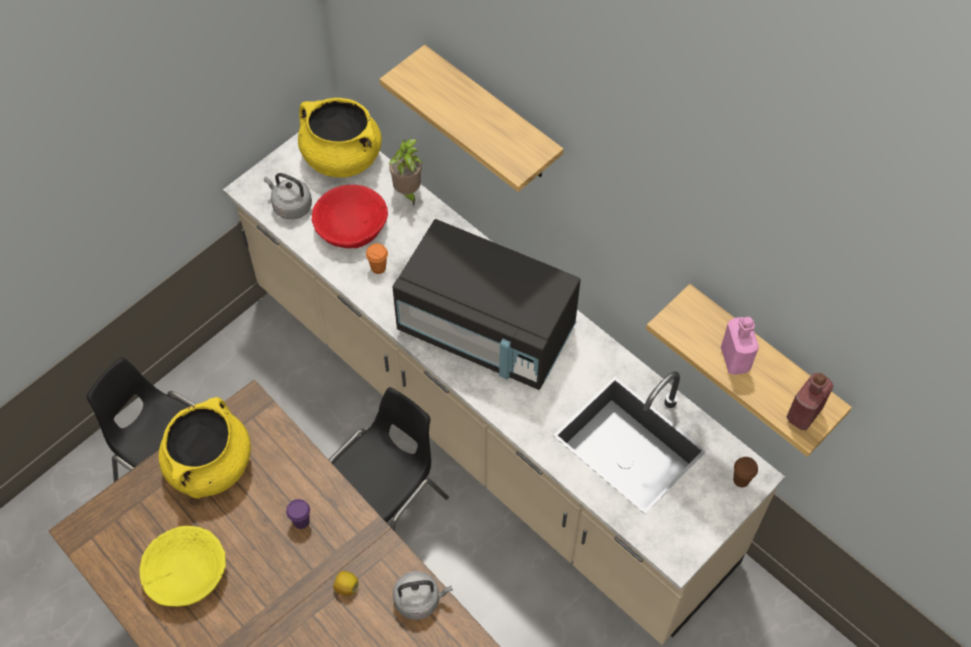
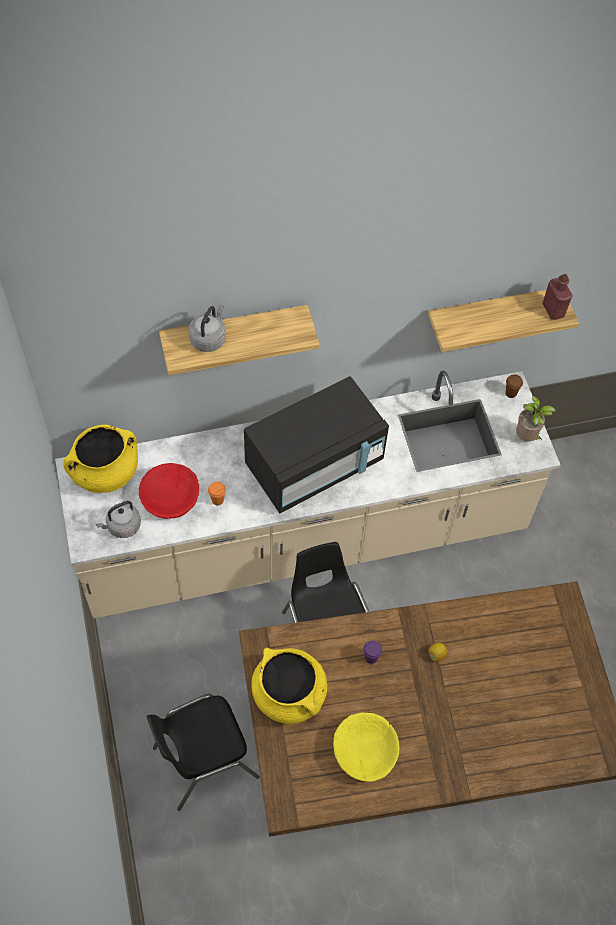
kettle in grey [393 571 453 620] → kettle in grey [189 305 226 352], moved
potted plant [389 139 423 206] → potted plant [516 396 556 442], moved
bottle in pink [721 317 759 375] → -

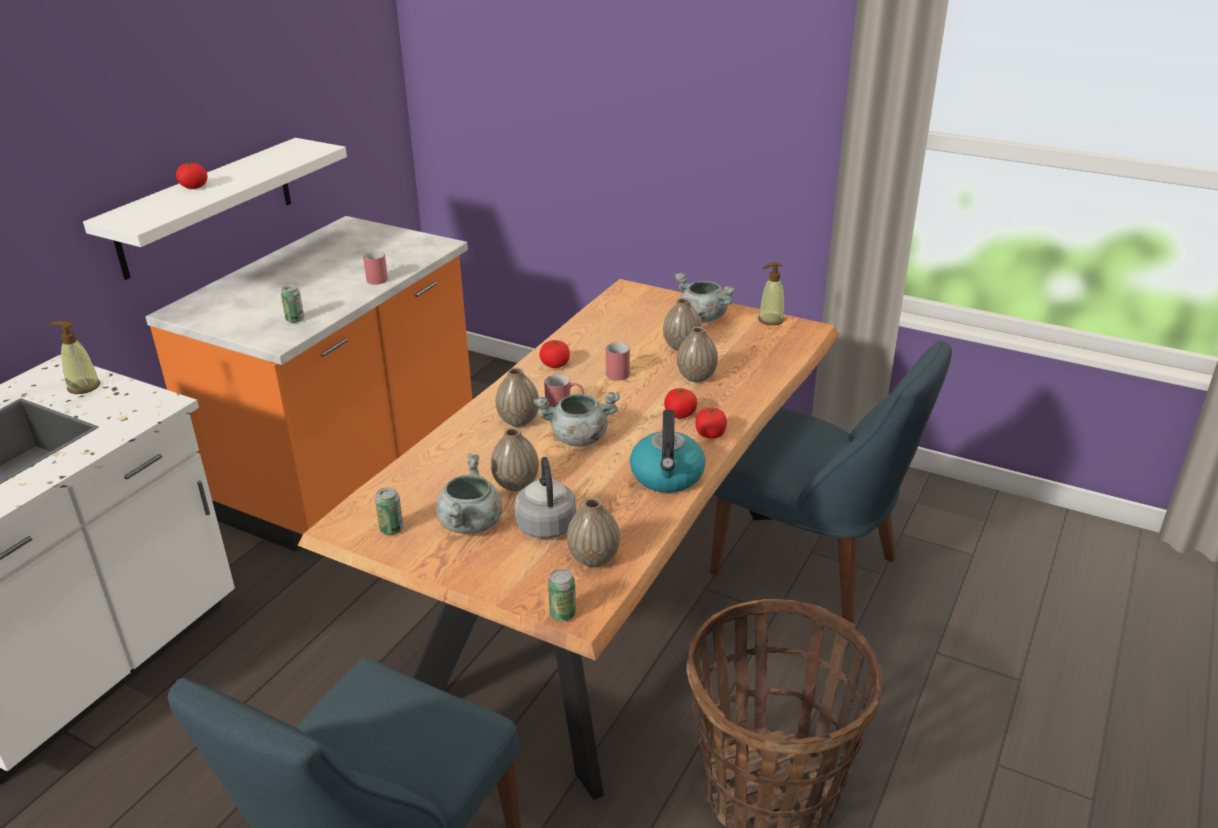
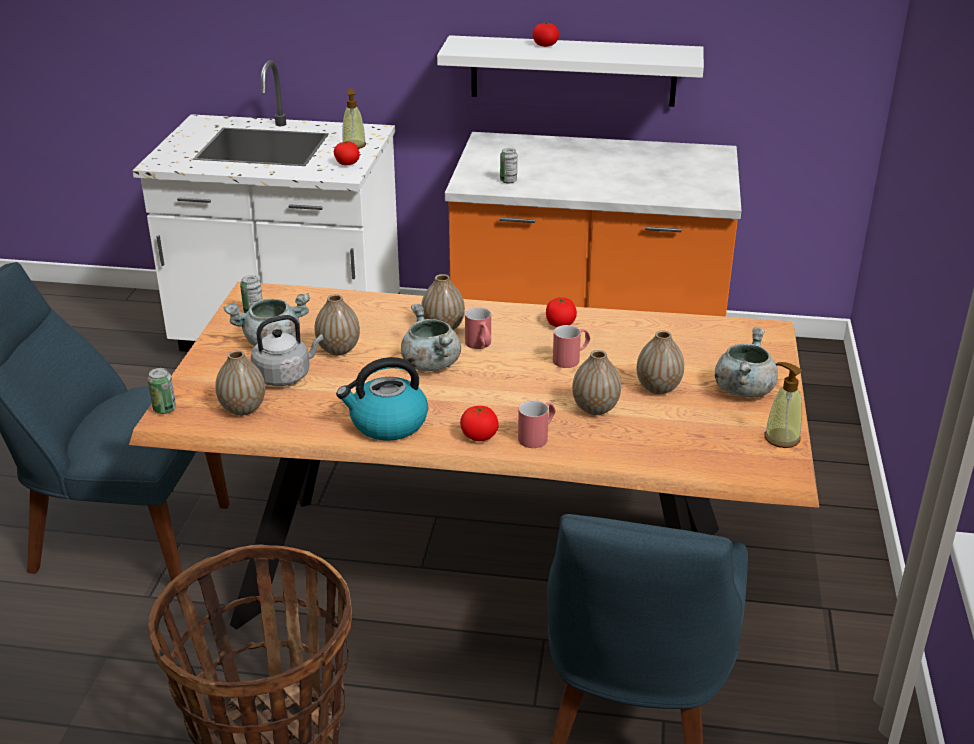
tomato [664 388 697 419] → tomato [334 141 359 165], moved
mug in red [363 251 388 285] → mug in red [518 400 556 448], moved

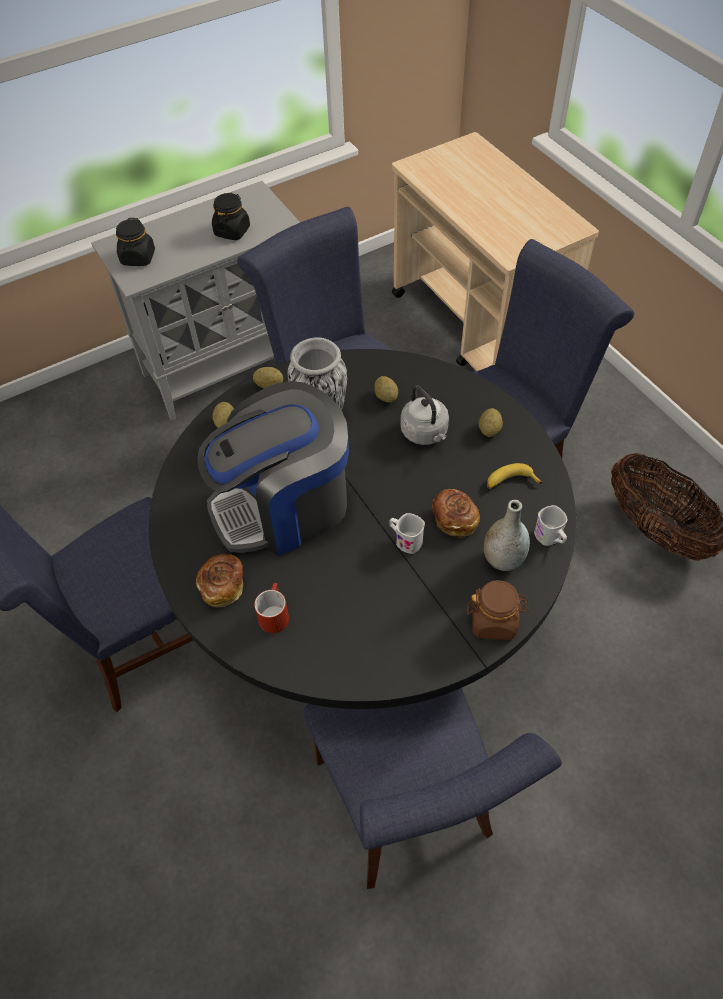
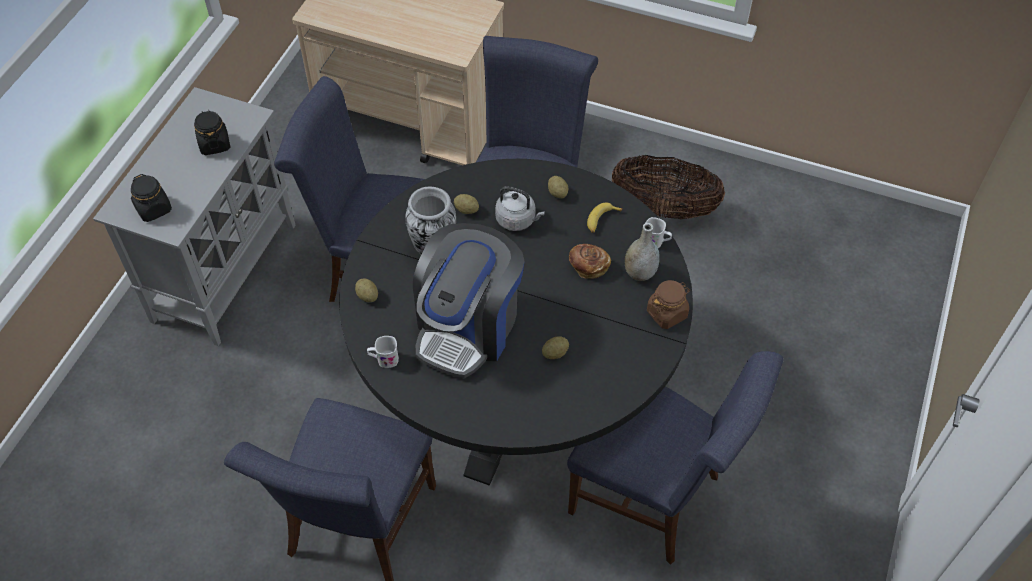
mug in white [389 513 425 554] → mug in white [367 336 399 368], moved
potato [253 367 283 388] → potato [542 336 569 359], moved
bread [196 554 243 607] → -
mug in red [254 583 289 633] → -

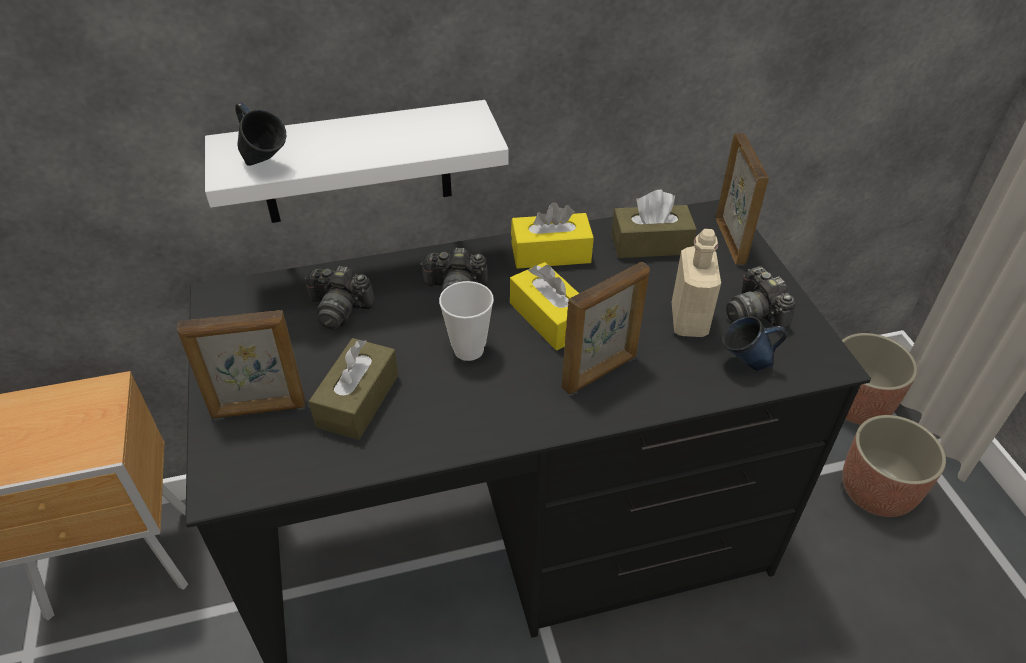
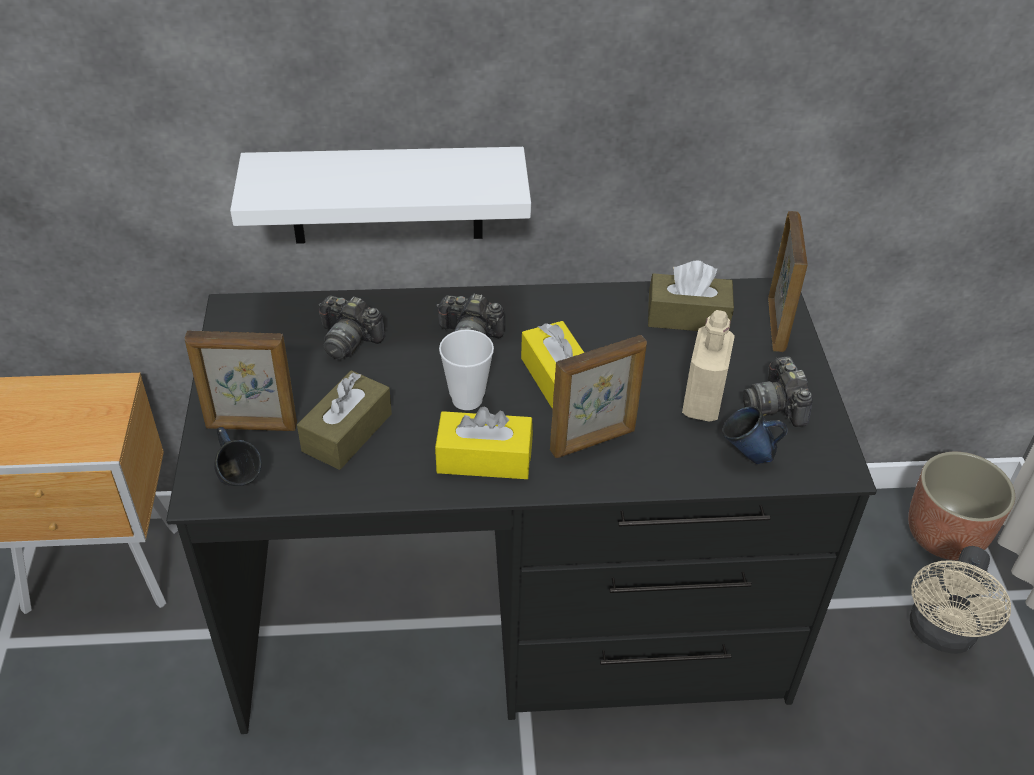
mug in blue [235 103 286 166] → mug in blue [214 427 262 486], moved
tissue box in yellow [511 202 594 269] → tissue box in yellow [435 407 533 479], moved
planter [842 415 946 517] → fan in beige [910 546 1011 654]

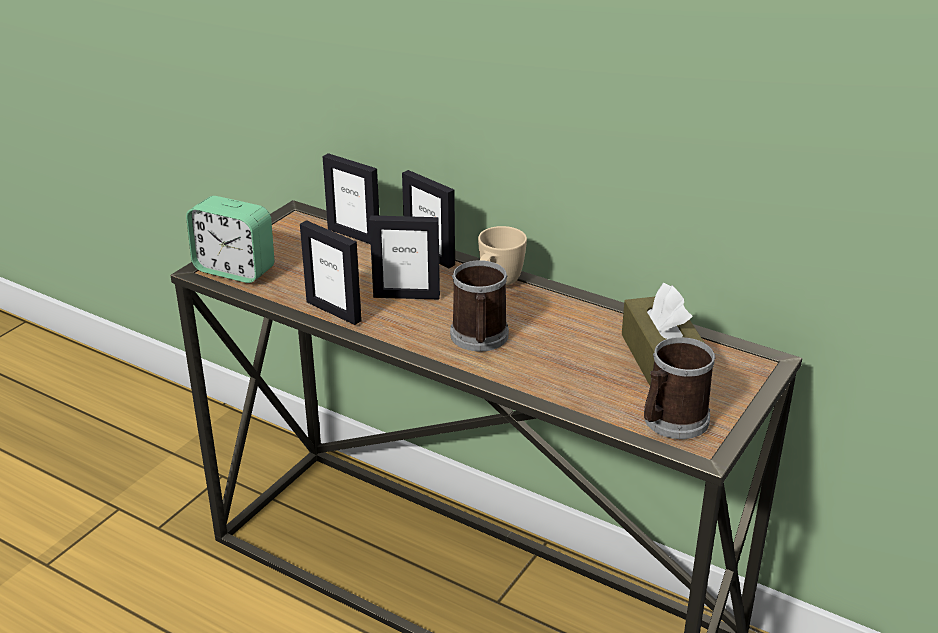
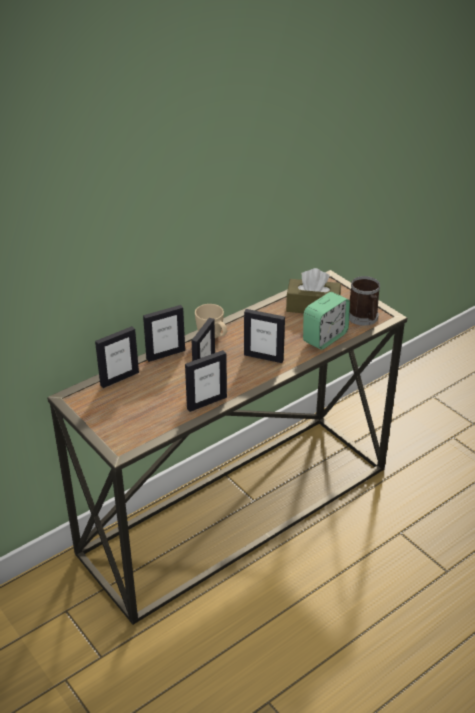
mug [450 260 509 352] → picture frame [244 309 285 363]
alarm clock [186 196 275 283] → alarm clock [303 292 350 350], moved

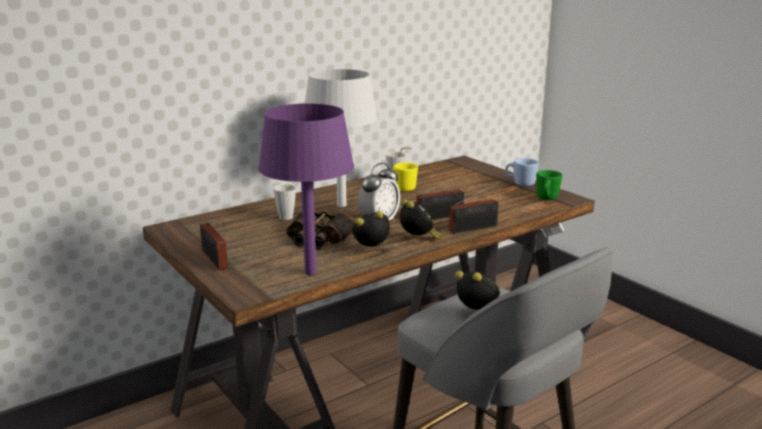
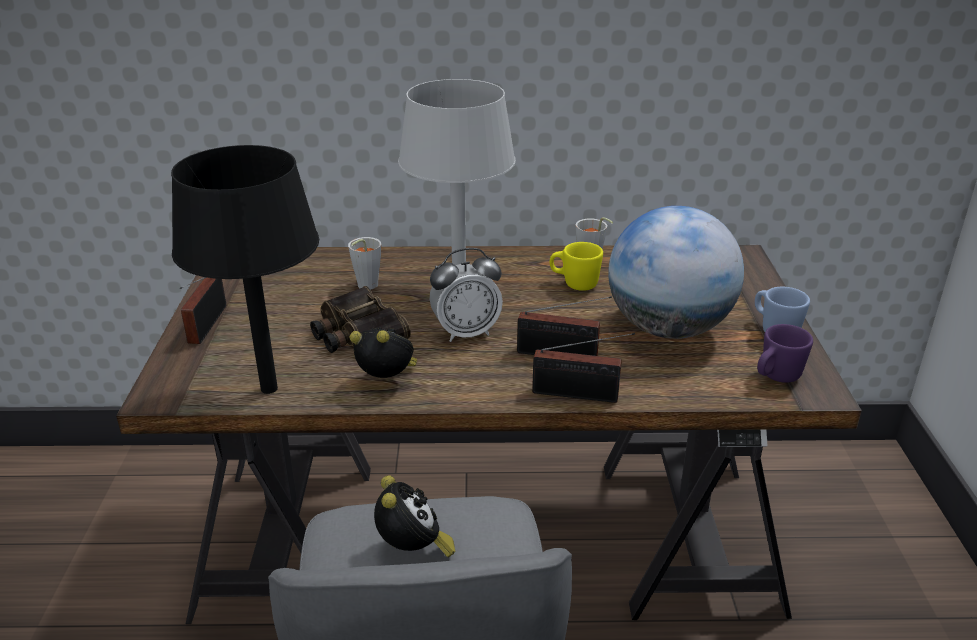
table lamp in purple [258 103 354 275] → table lamp in black [171 145 319 394]
- → globe [608 206 744 339]
mug in green [536 170 562 200] → mug in purple [757 324 813 383]
alarm clock [400 199 442 239] → -

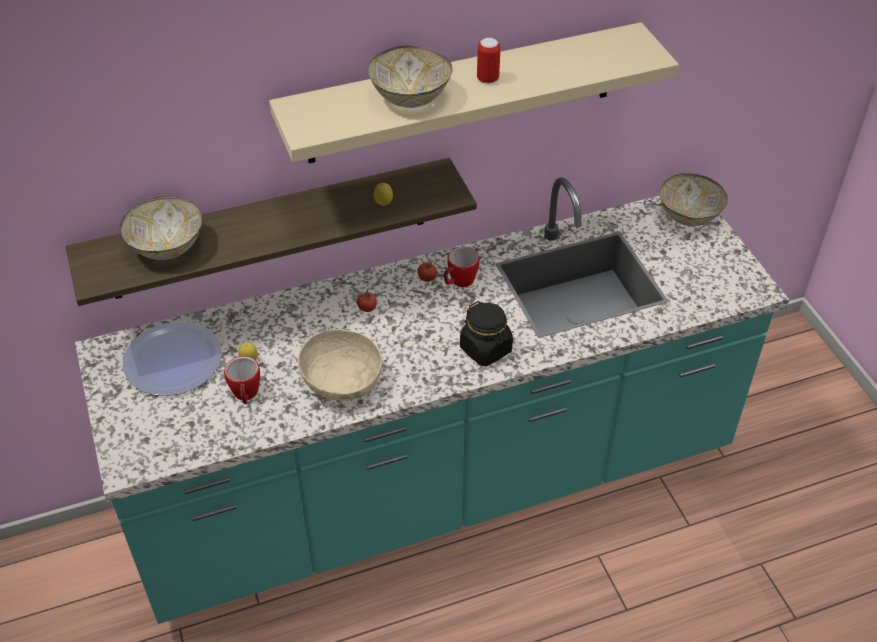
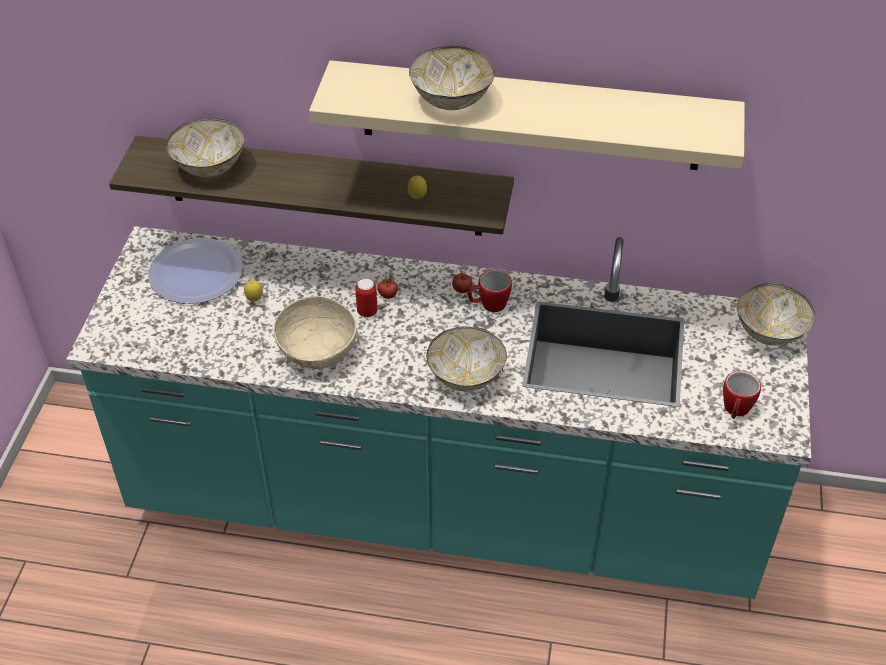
can [477 38 501 84] → can [355 278 378 318], moved
jar in black [460 301 513 366] → bowl [426 326 507 391]
mug [224 356 260 404] → mug [723 371 761 419], moved

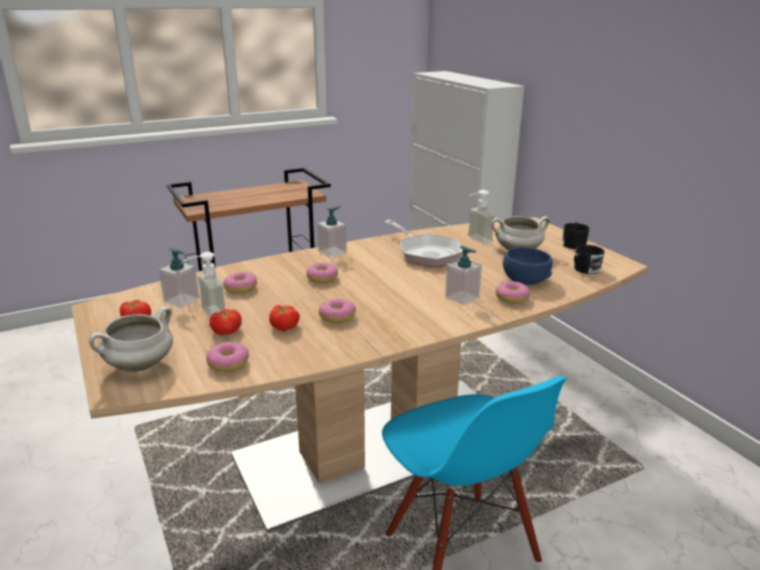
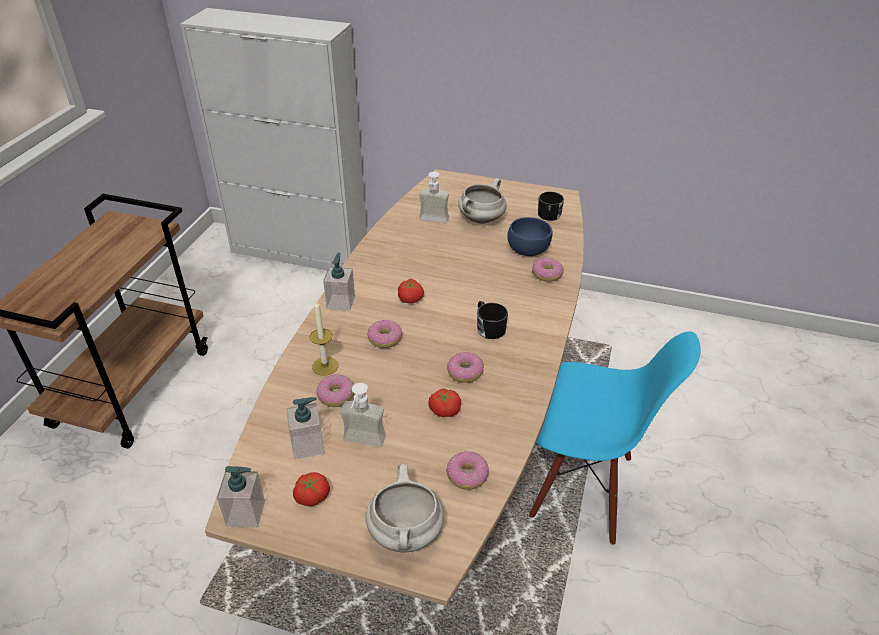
soap dispenser [445 246 482 305] → soap dispenser [217 466 265 527], moved
- → candle [310 301 338 376]
tomato [209 309 242 335] → tomato [398 279 424 304], moved
mug in black [562 222 590 249] → mug in black [477 301 508 339], moved
frying pan [385 220 463 267] → -

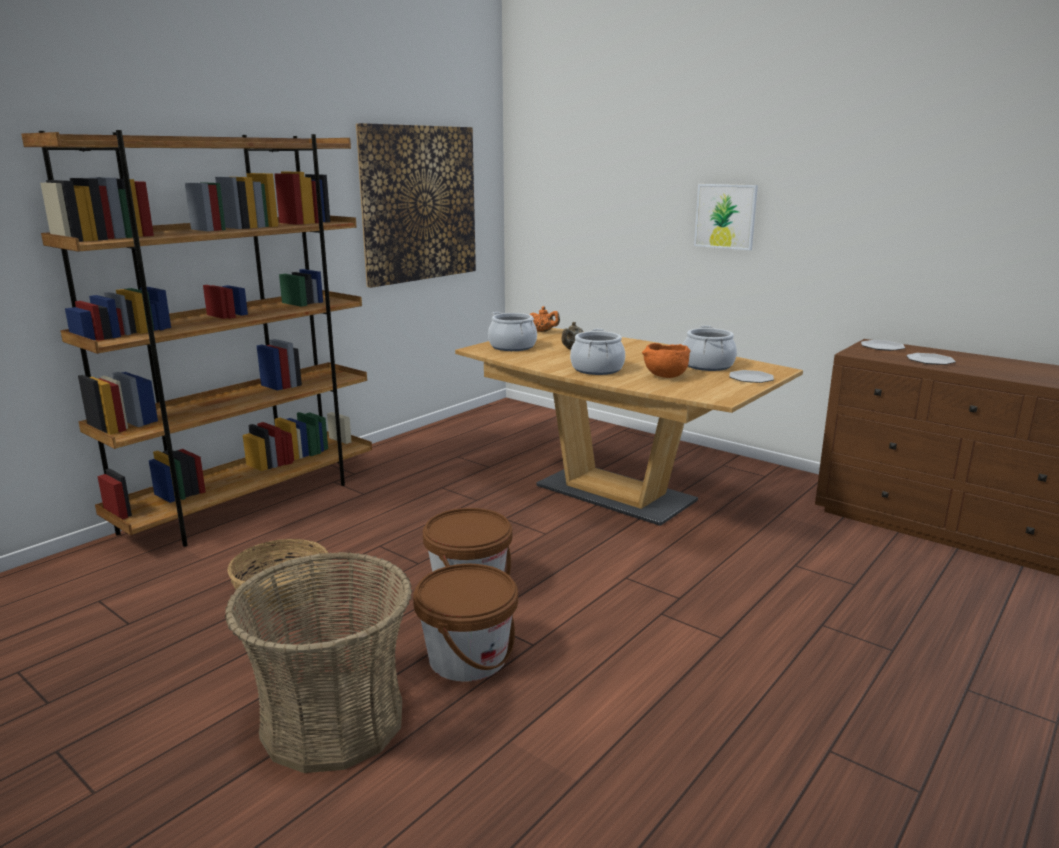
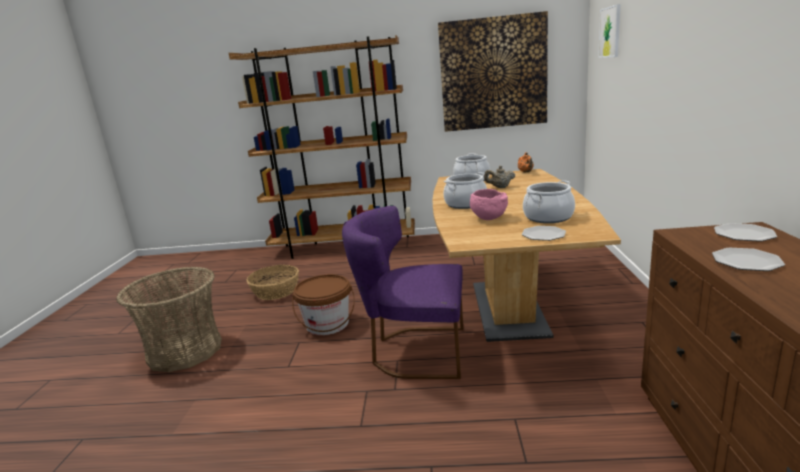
- → chair in purple [342 206 464 379]
bowl in orange [642 343 691 378] → bowl in pink [470 189 508 220]
picture [694 184 758 250] → picture [598 4 621 58], moved
bucket in brown [413 564 518 682] → -

